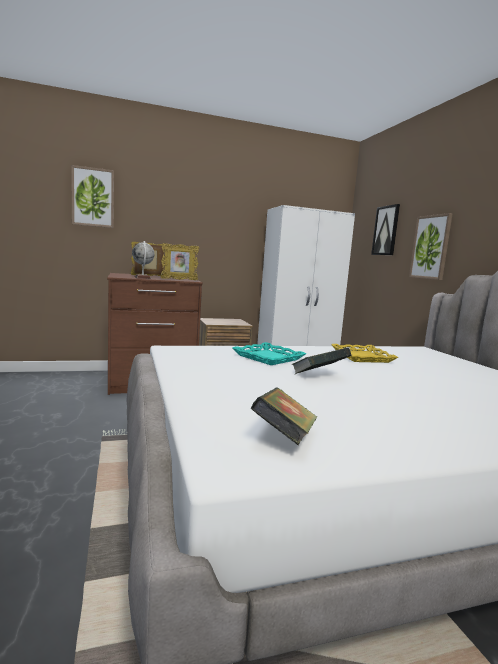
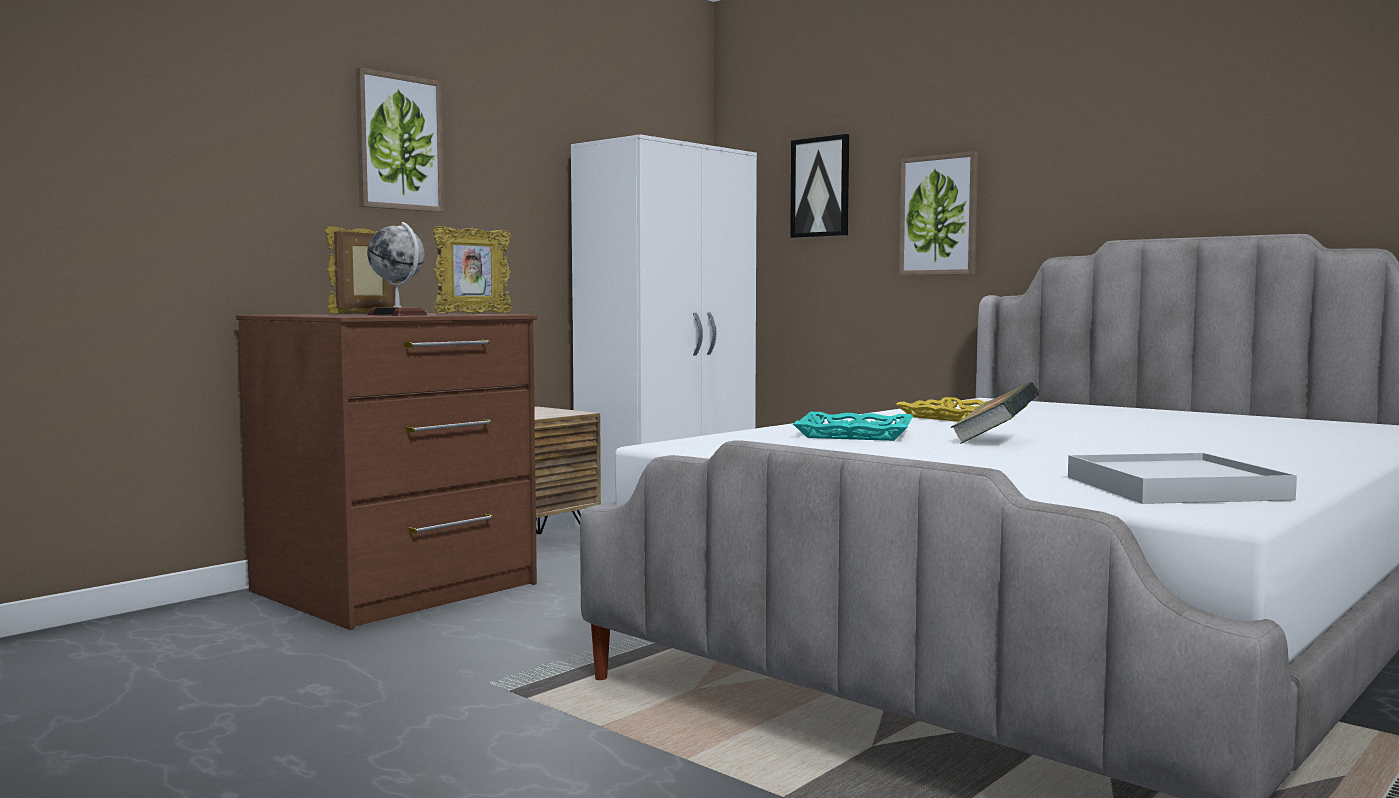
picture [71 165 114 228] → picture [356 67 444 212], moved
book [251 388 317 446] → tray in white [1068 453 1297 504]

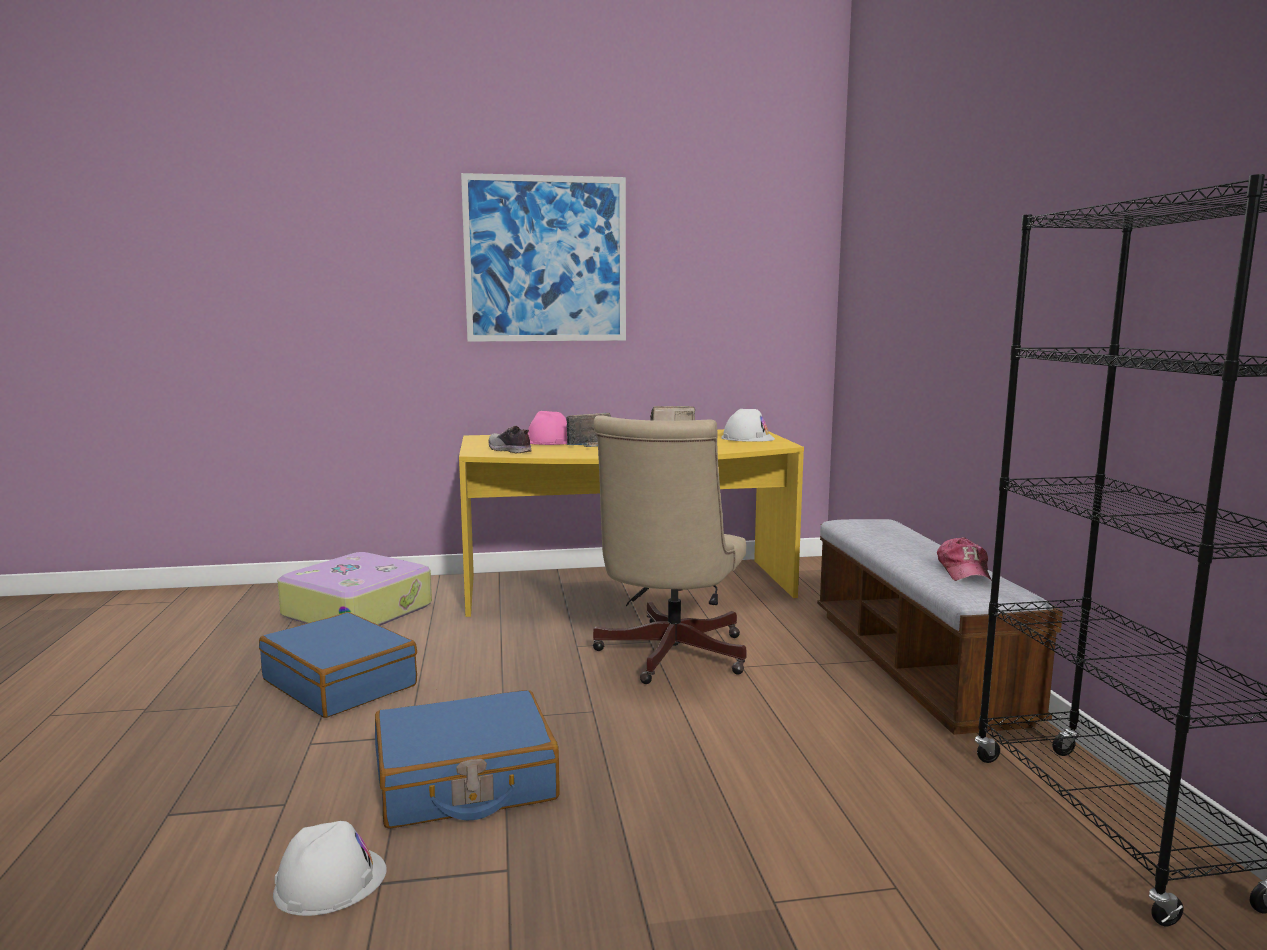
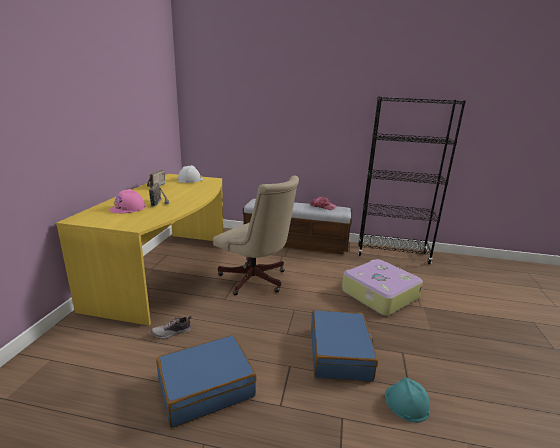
shoe [489 426 532 453] → shoe [151 316 192 339], moved
suitcase [277 552 432 626] → suitcase [342 259 423 316], moved
hard hat in white [273 821 387 916] → hard hat in turquoise [385 377 430 423]
picture [461 173 626 342] → -

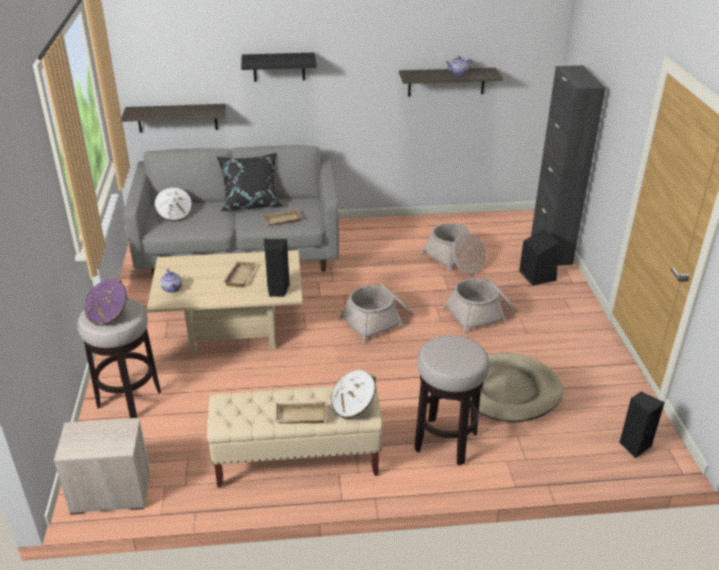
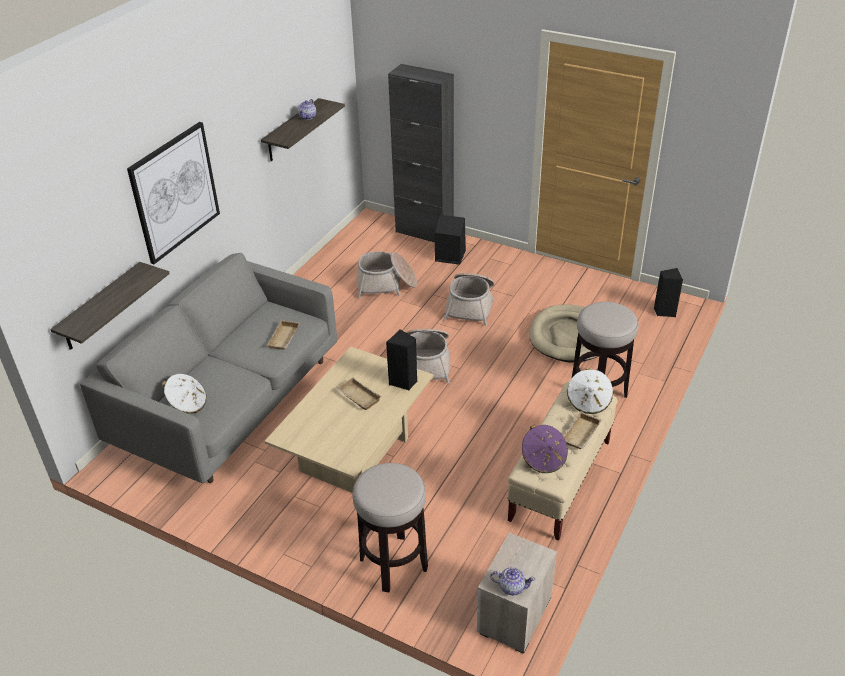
shelf in black [241 53 317 82] → picture [127 122 220 264]
teapot [160 269 182 293] → teapot [490 567 535 595], moved
hat in purple [84 279 127 326] → hat in purple [522 425 568 473], moved
pillow in black [217 153 283 211] → -

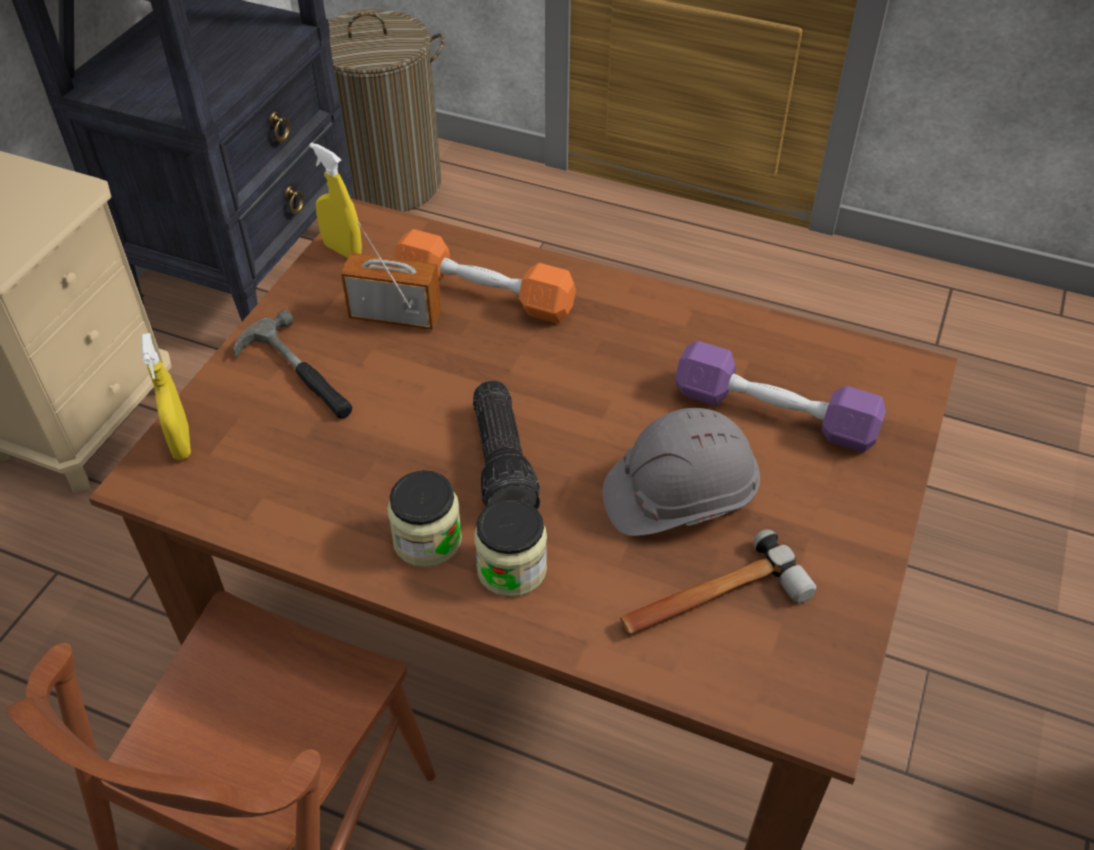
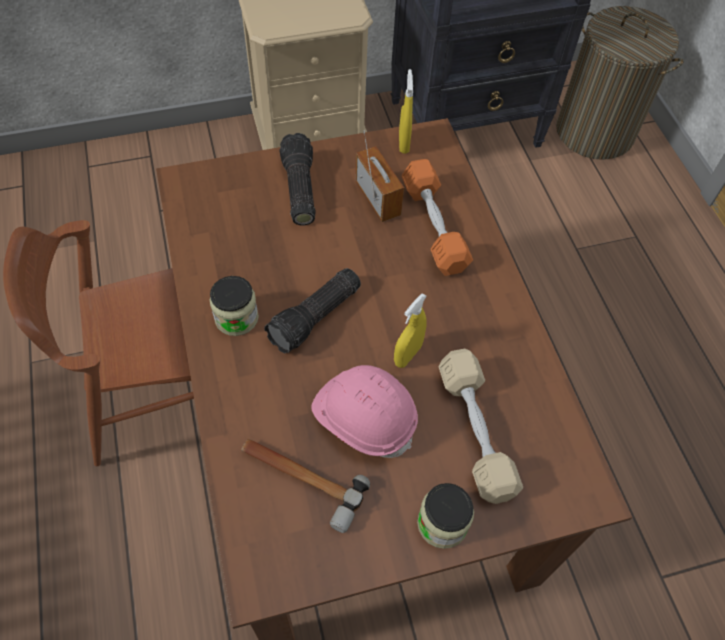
hammer [233 310 352 419] → flashlight [279 133 316 225]
hard hat in grey [603 408 760 536] → hard hat in pink [311 365 418 458]
spray bottle in yellow [142 333 191 460] → spray bottle in yellow [394 293 427 368], moved
jar [474 499 547 597] → jar [417 483 474 549], moved
dumbbell in purple [675 341 886 453] → dumbbell in beige [439 349 523 504]

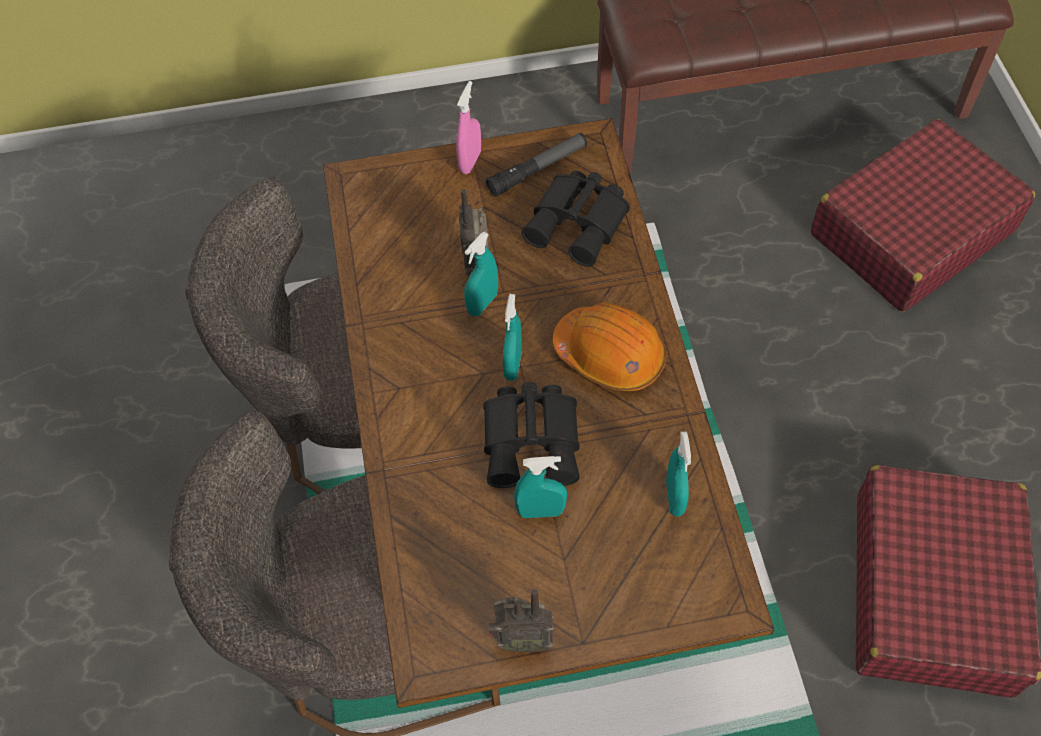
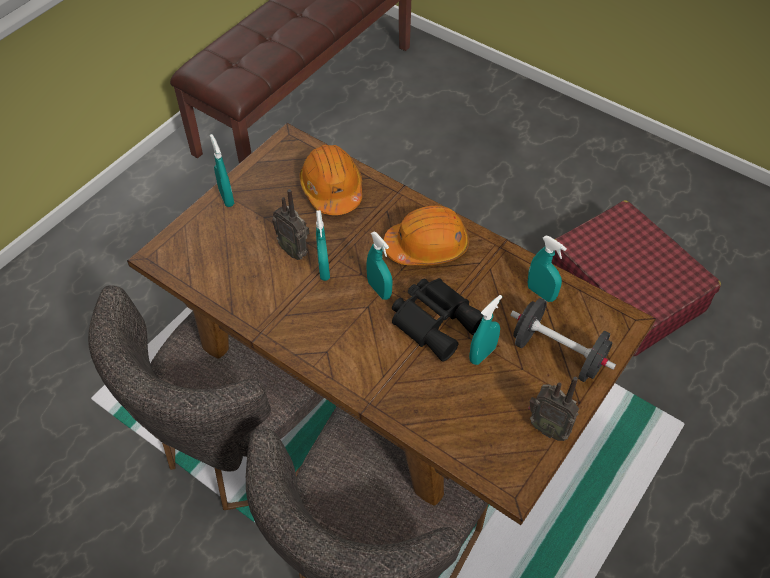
spray bottle in pink [456 81 481 174] → spray bottle in turquoise [210 134 234 207]
binoculars in black [521 171 630 267] → hard hat in orange [300 145 362 215]
- → dumbbell in black [510 298 616 382]
radio [488 589 554 652] → radio [528 377 579 441], 75 degrees clockwise
flashlight [486 133 587 197] → -
suitcase in red [811 119 1035 312] → -

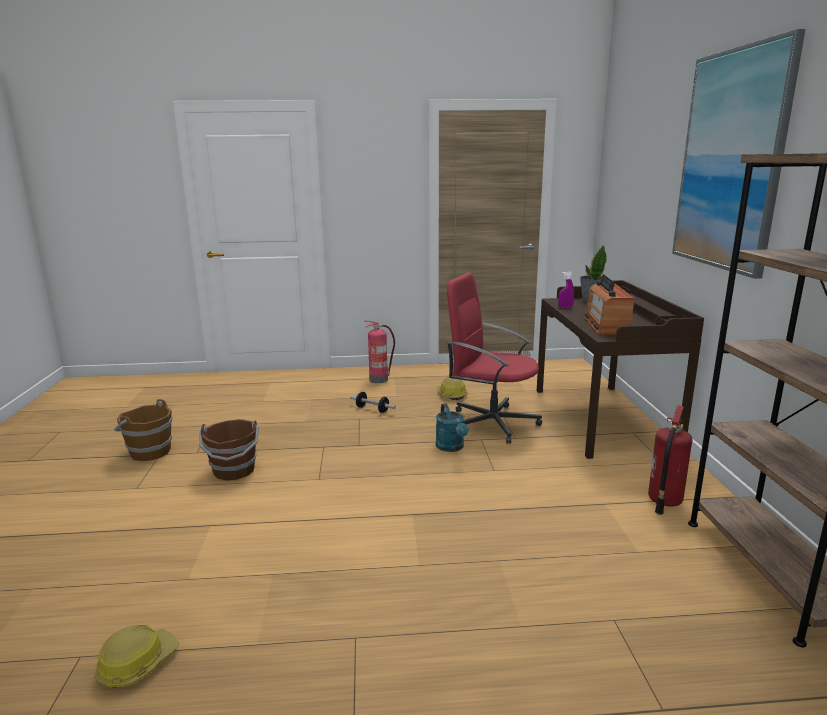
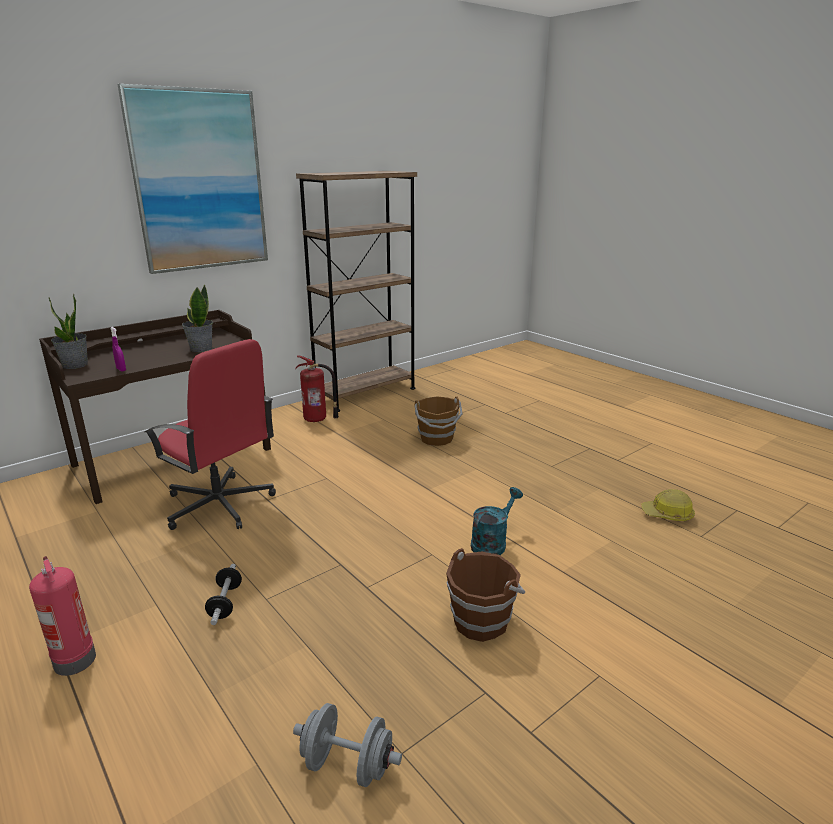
office chair in red [447 272 542 444] → office chair in red [144 339 276 530], 45 degrees counterclockwise
radio [584 274 634 335] → potted plant [182 285 213 352]
- → dumbbell in grey [293 703 402 787]
bucket in brown [114 399 172 461] → bucket in brown [414 396 463 446], moved
watering can in turquoise [436 404 469 452] → watering can in turquoise [471 487 523 555], moved
hard hat [437 376 467 400] → -

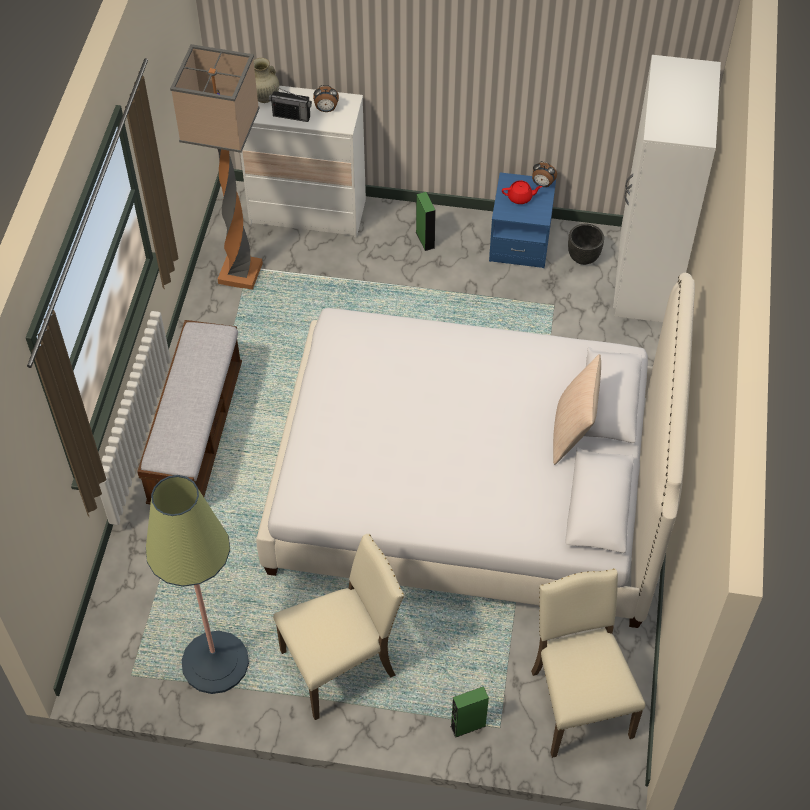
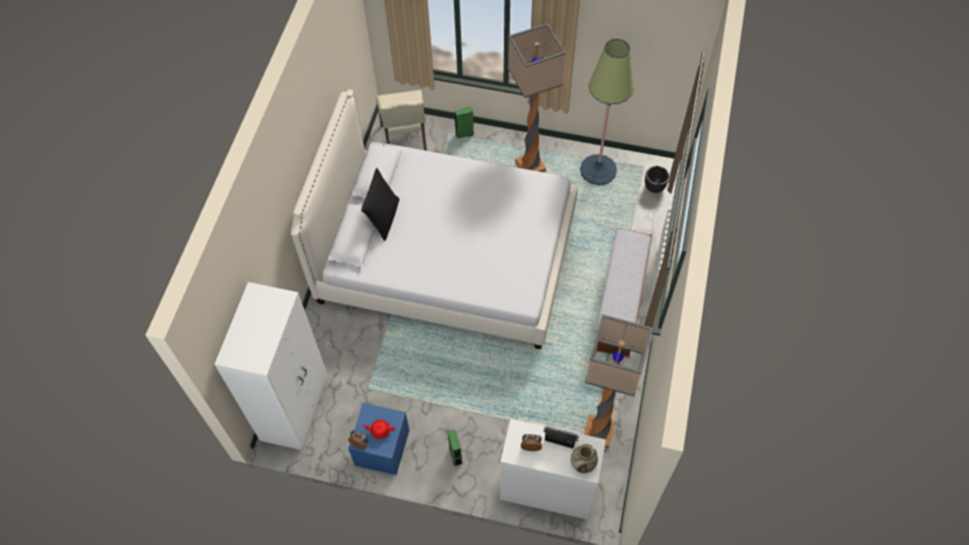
pillow in beige [553 354 601 465] → pillow in black [361 168 400 241]
chair in beige [273 534 405 720] → floor lamp [508 23 566 172]
planter in black [568 224 604 265] → planter in black [645 166 669 193], moved

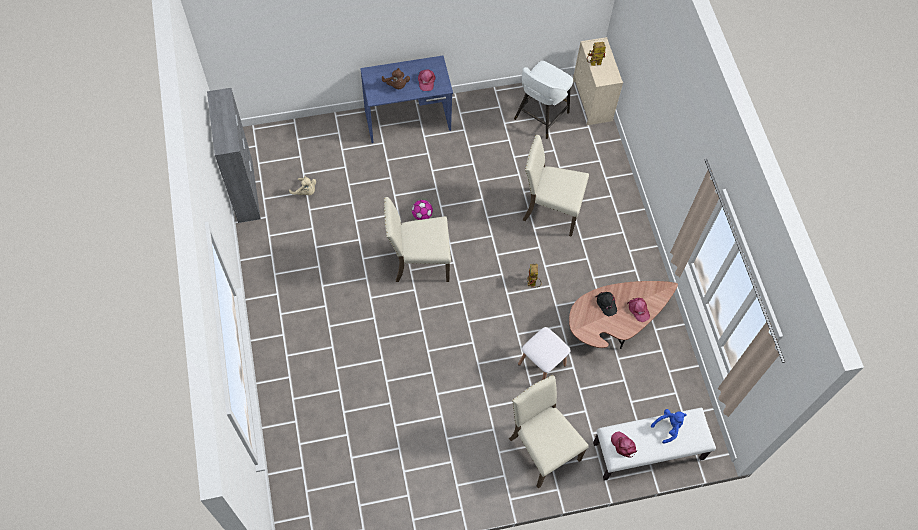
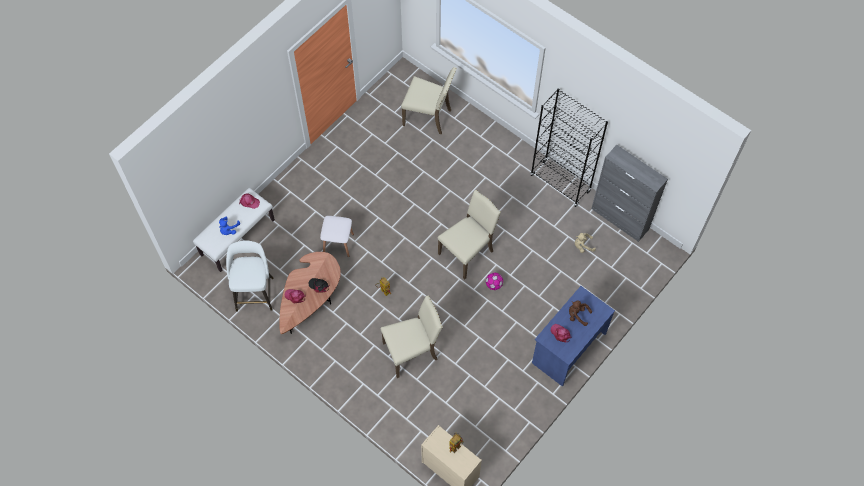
stool in white [514 61 573 139] → stool in white [226 240 274 312], moved
chair in beige [509 375 589 489] → chair in beige [401 67 457 134], moved
- → bookcase in black [530 88 608 207]

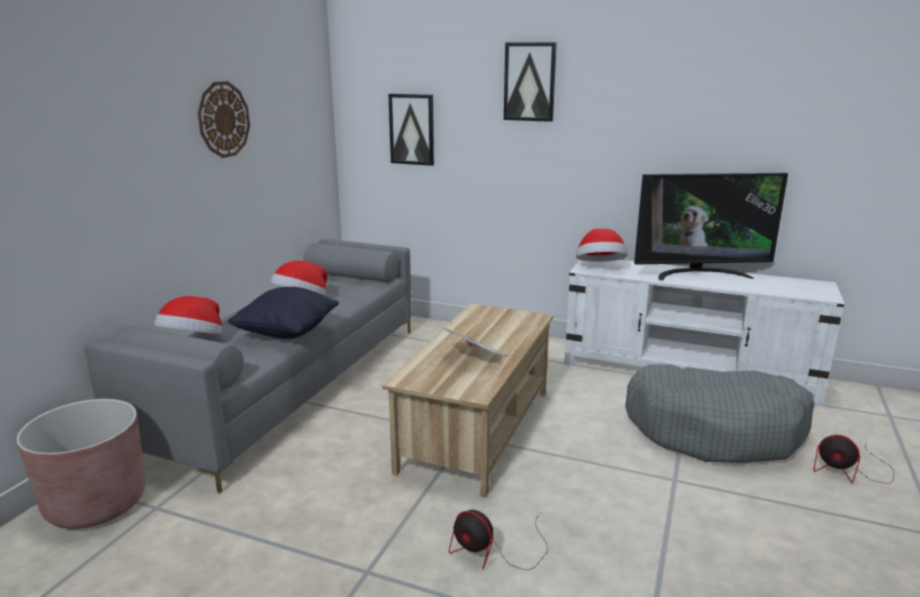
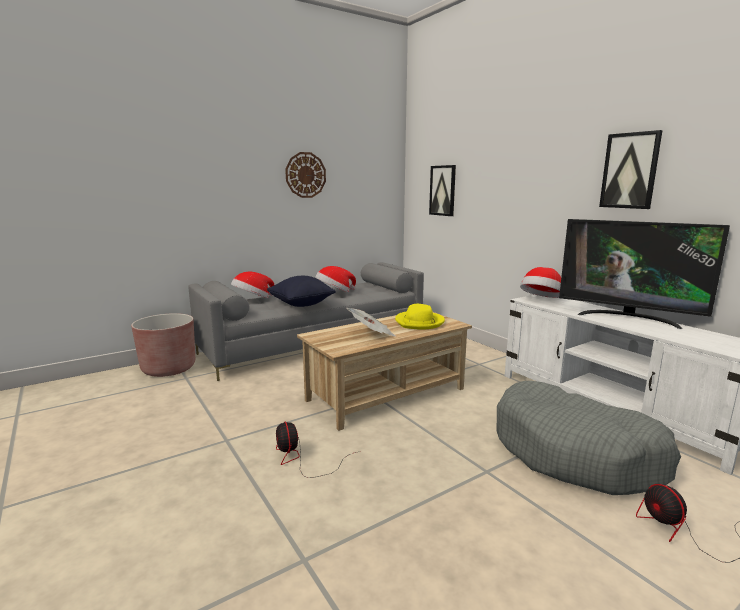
- → hat in yellow [395 304 445 329]
picture [504 42 557 122] → picture [599 130 663 209], moved

